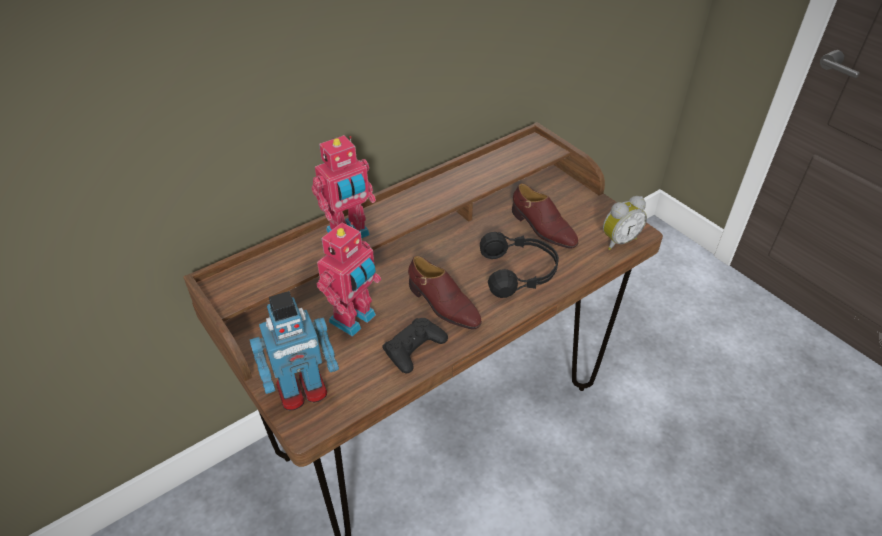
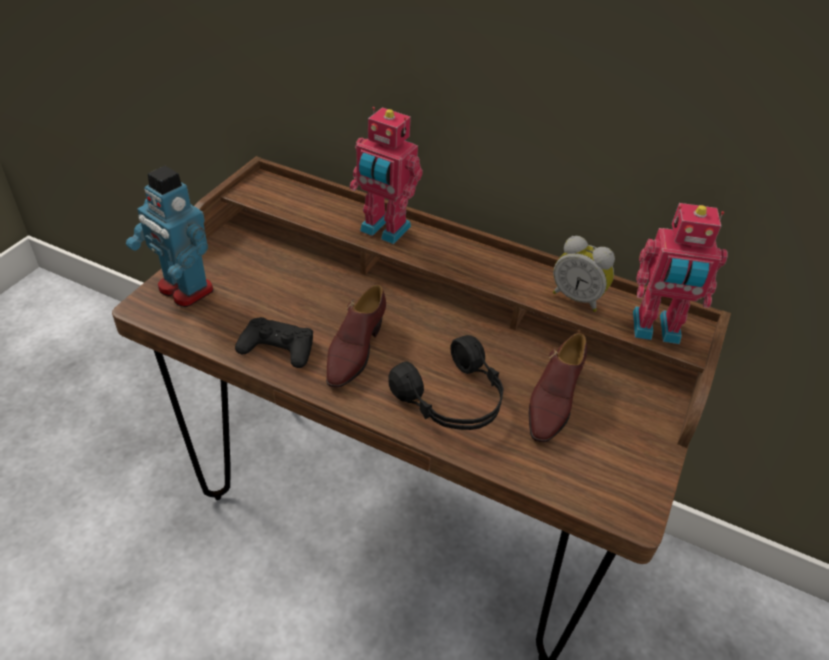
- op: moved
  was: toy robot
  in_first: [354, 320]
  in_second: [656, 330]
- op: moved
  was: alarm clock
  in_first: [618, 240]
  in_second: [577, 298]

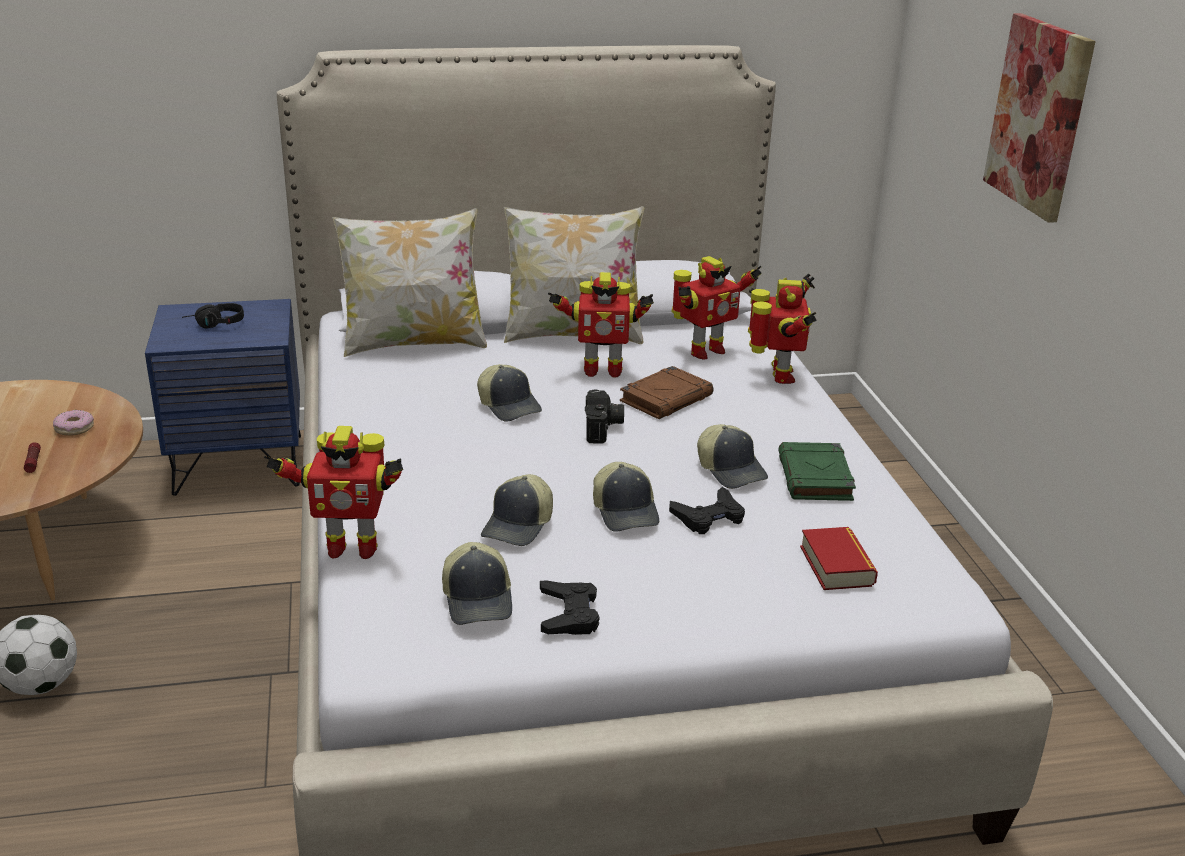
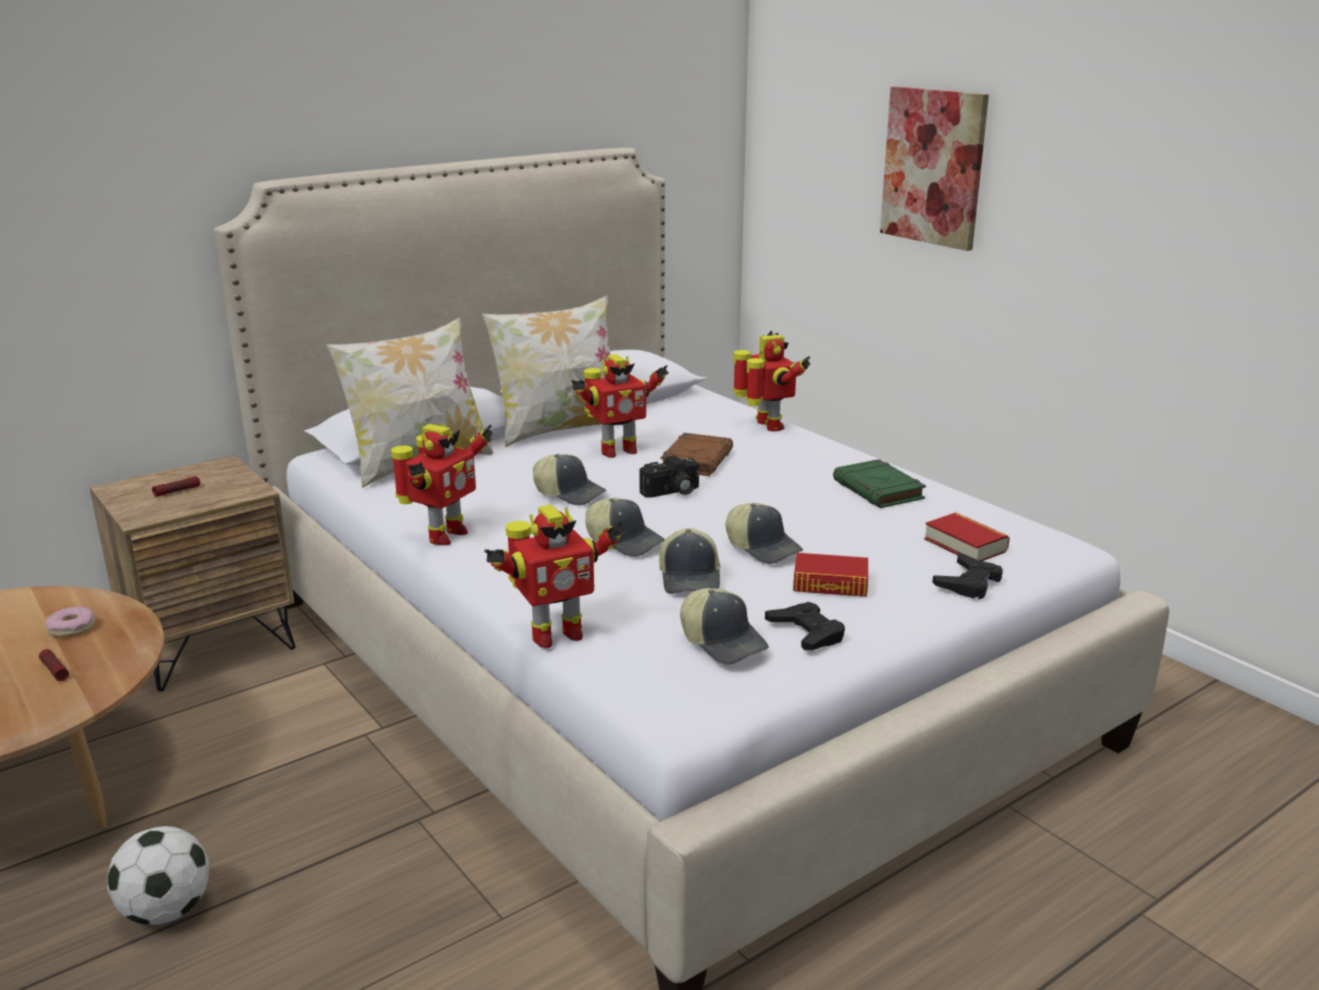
- op: recoloured
  was: blue nightstand
  now: brown nightstand
  in_first: [239, 464]
  in_second: [210, 645]
- op: replaced
  was: black headphones
  now: flashlight
  in_first: [214, 324]
  in_second: [177, 491]
- op: turned
  was: photo camera
  in_first: [603, 428]
  in_second: [672, 492]
  clockwise: 90
- op: moved
  was: black game controller
  in_first: [709, 517]
  in_second: [968, 583]
- op: moved
  was: toy robot
  in_first: [704, 351]
  in_second: [443, 536]
- op: moved
  was: cap
  in_first: [731, 470]
  in_second: [625, 541]
- op: added
  now: book
  in_second: [830, 583]

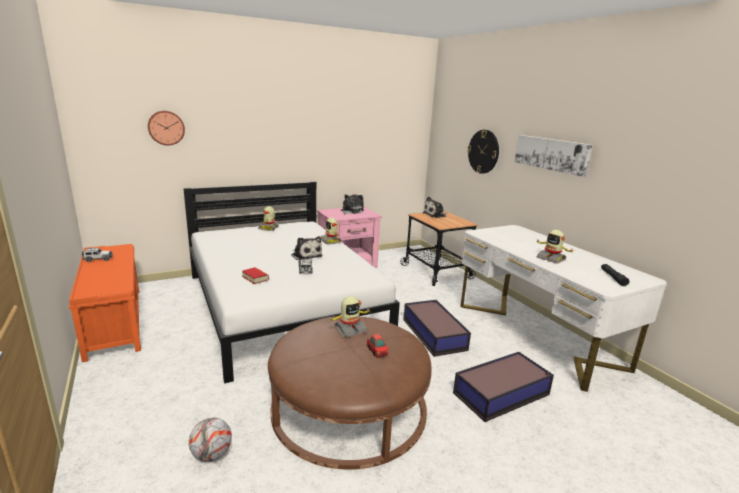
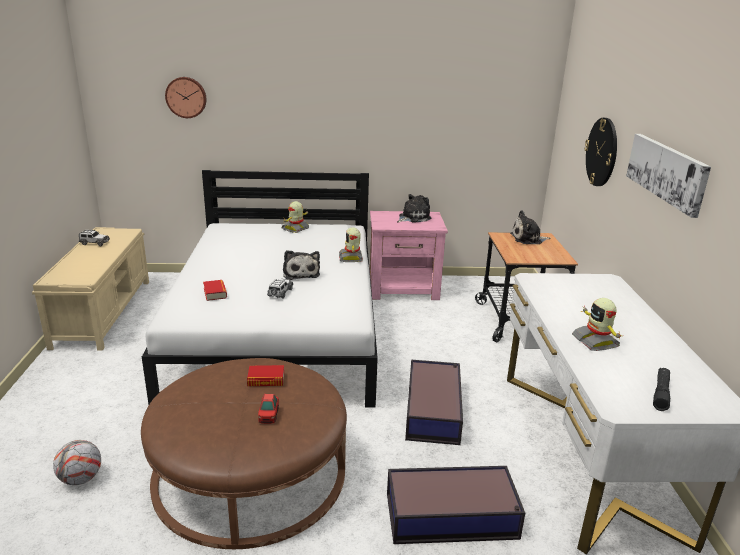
- op: recoloured
  was: orange bench
  now: beige bench
  in_first: [114, 321]
  in_second: [103, 312]
- op: replaced
  was: toy robot
  now: book
  in_first: [349, 329]
  in_second: [266, 380]

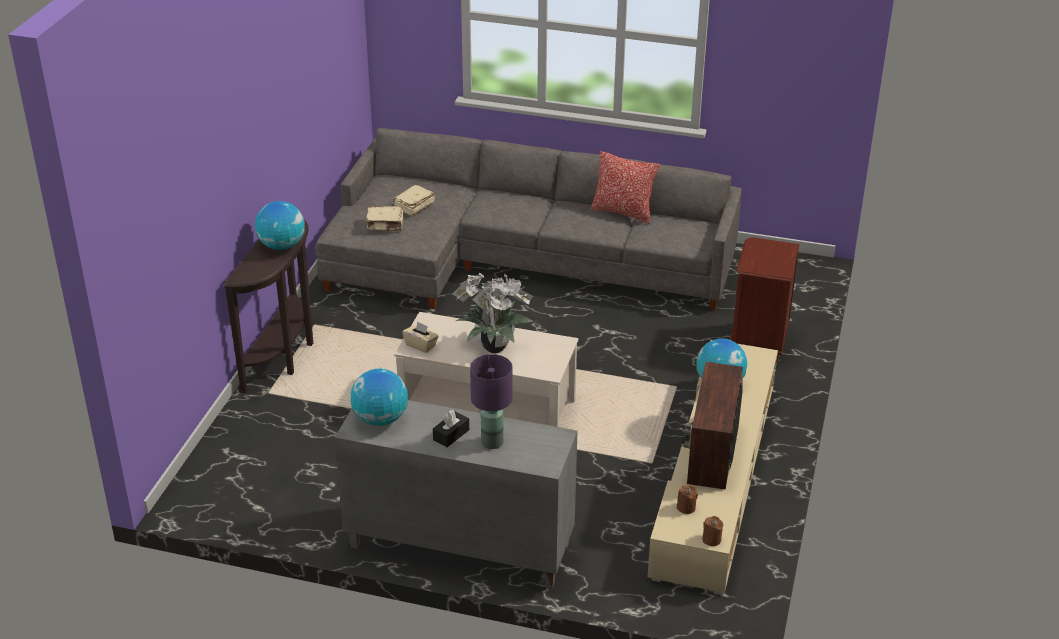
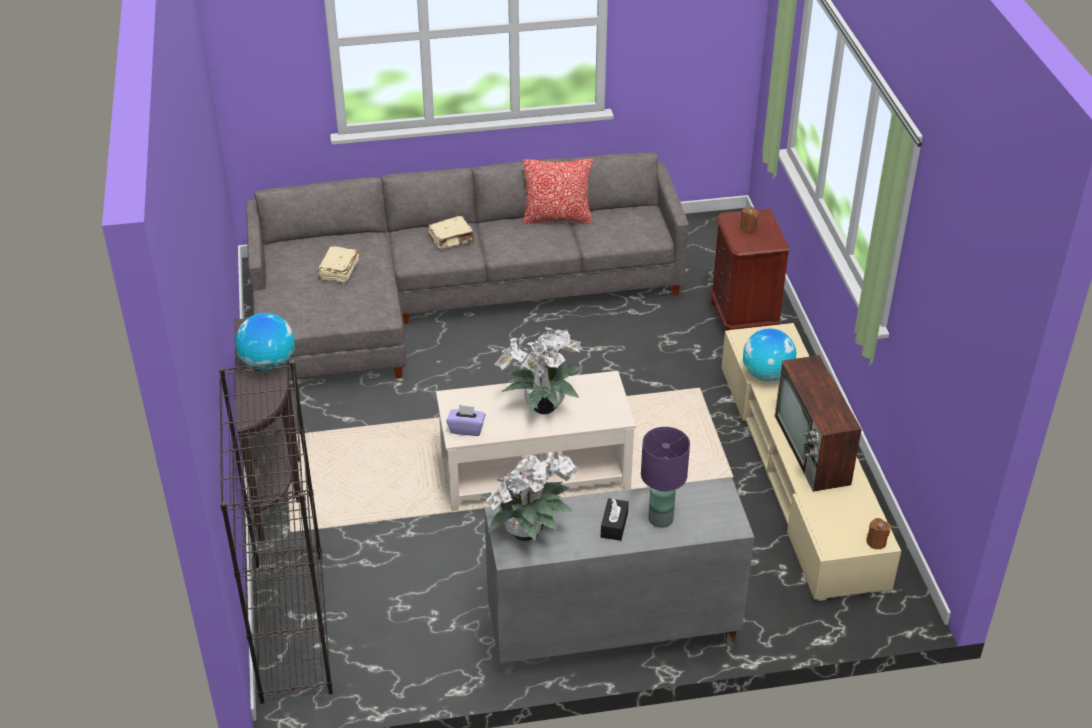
- op: replaced
  was: globe
  now: potted plant
  in_first: [380, 419]
  in_second: [528, 532]
- op: moved
  was: beige book
  in_first: [385, 225]
  in_second: [452, 239]
- op: recoloured
  was: beige tissue box
  now: purple tissue box
  in_first: [421, 345]
  in_second: [466, 429]
- op: moved
  was: brown candle
  in_first: [686, 507]
  in_second: [748, 228]
- op: added
  now: black bookcase
  in_second: [291, 626]

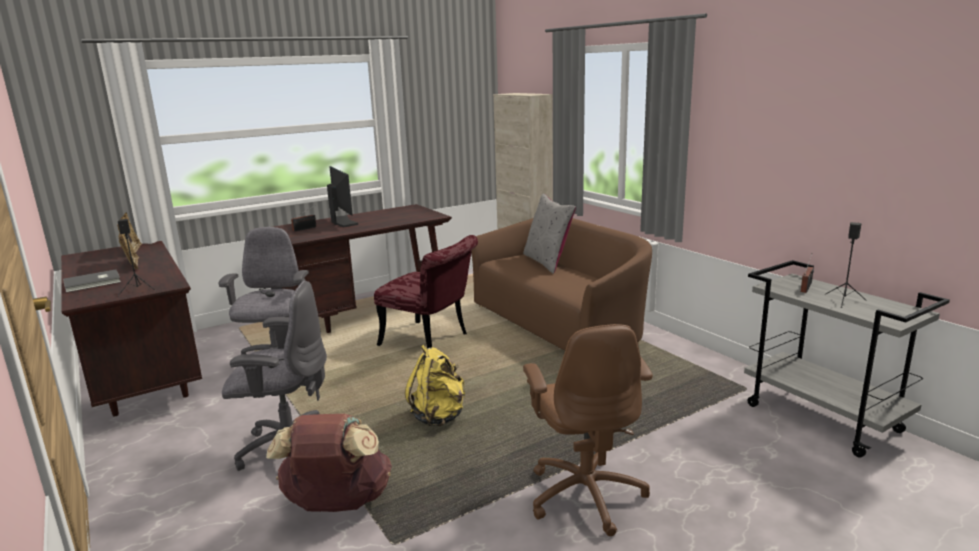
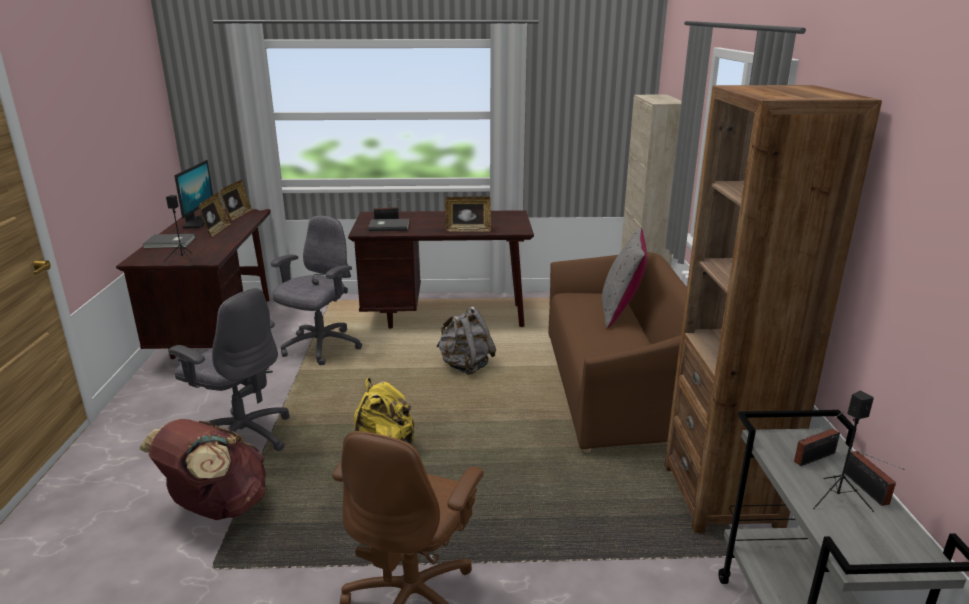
- op: moved
  was: monitor
  in_first: [342, 222]
  in_second: [199, 221]
- op: replaced
  was: red chair
  now: grey backpack
  in_first: [431, 341]
  in_second: [465, 366]
- op: added
  now: grey book
  in_second: [388, 226]
- op: added
  now: picture frame
  in_second: [468, 230]
- op: added
  now: brown bookcase
  in_second: [721, 497]
- op: added
  now: radio
  in_second: [867, 490]

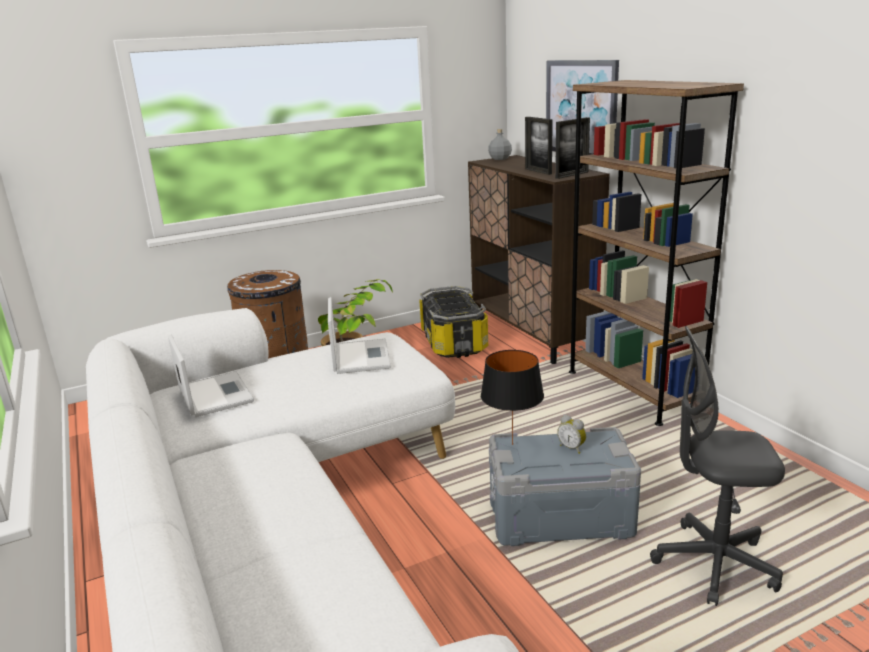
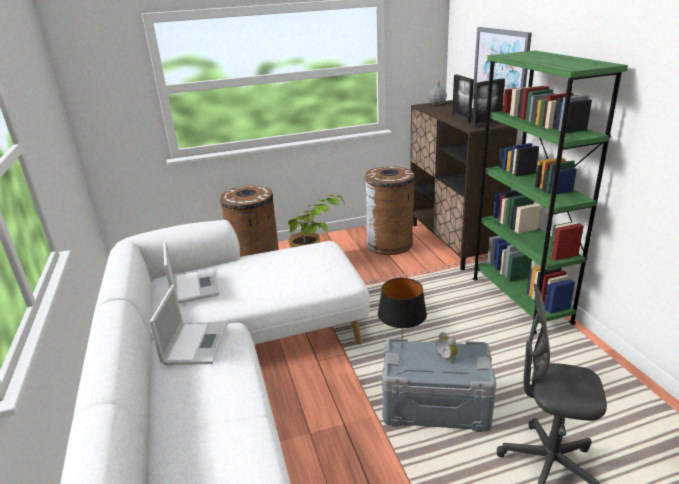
- op: moved
  was: laptop
  in_first: [360, 356]
  in_second: [196, 342]
- op: replaced
  was: storage box
  now: brown trash can
  in_first: [453, 342]
  in_second: [389, 244]
- op: recoloured
  was: brown bookcase
  now: green bookcase
  in_first: [633, 390]
  in_second: [520, 299]

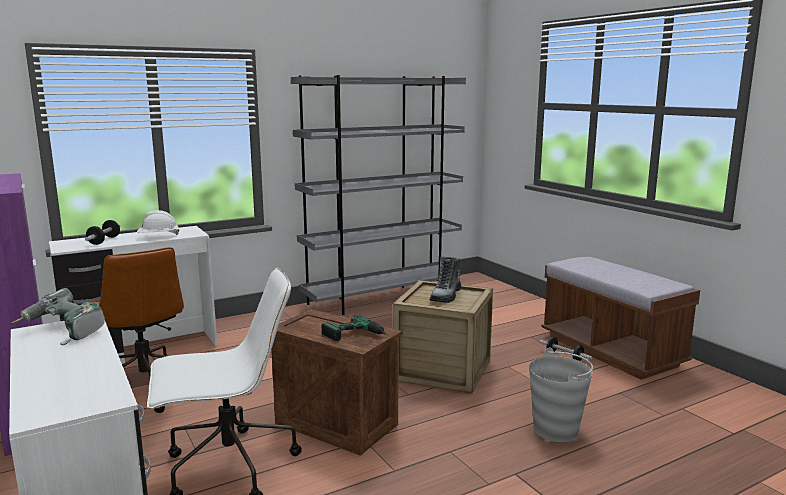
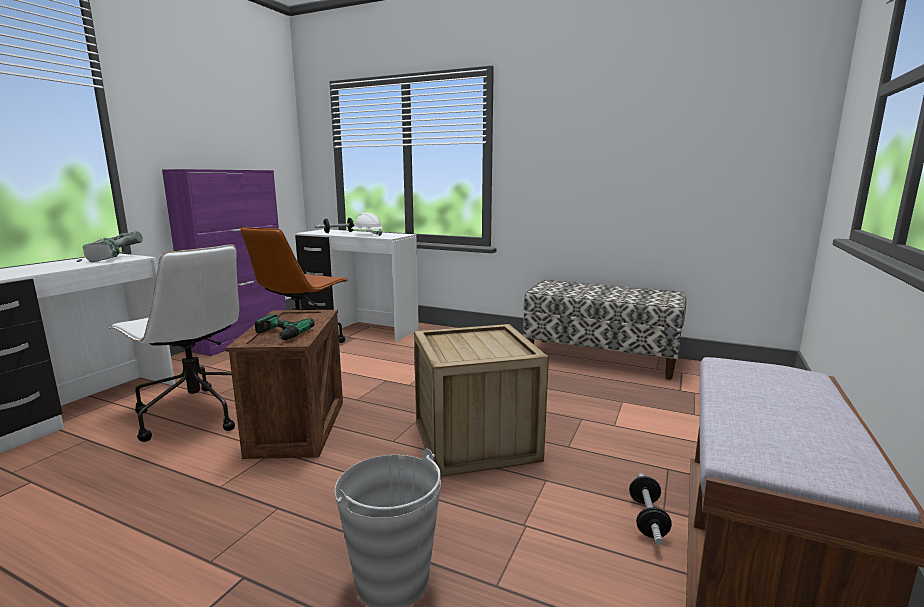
- op: replaced
  was: grey bookcase
  now: bench
  in_first: [382, 298]
  in_second: [600, 357]
- op: removed
  was: boot
  in_first: [446, 296]

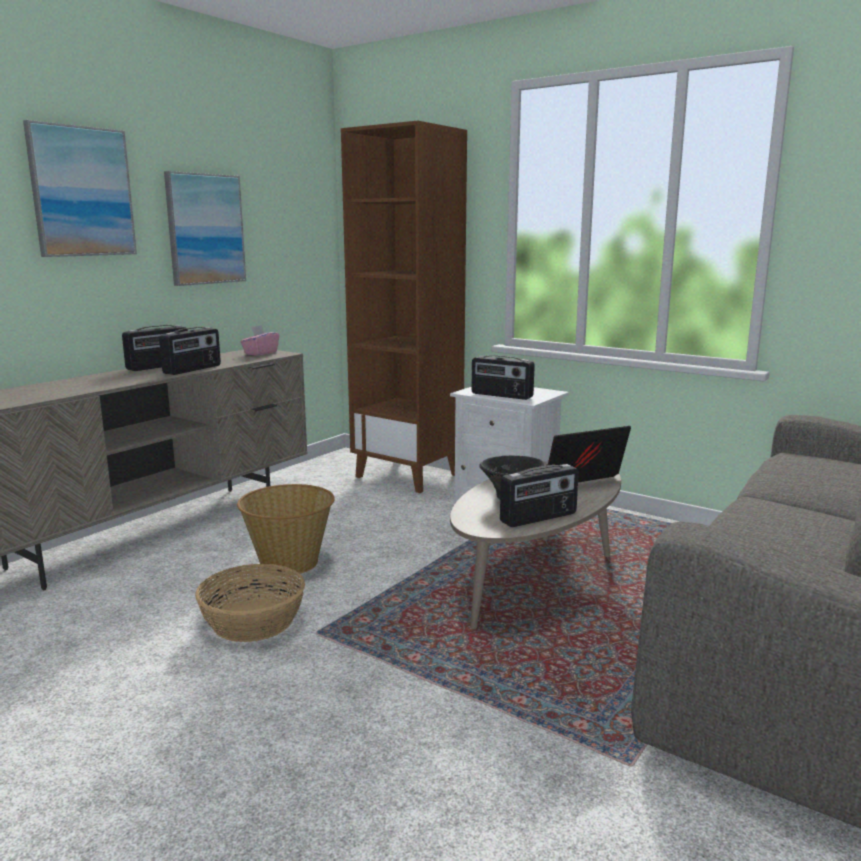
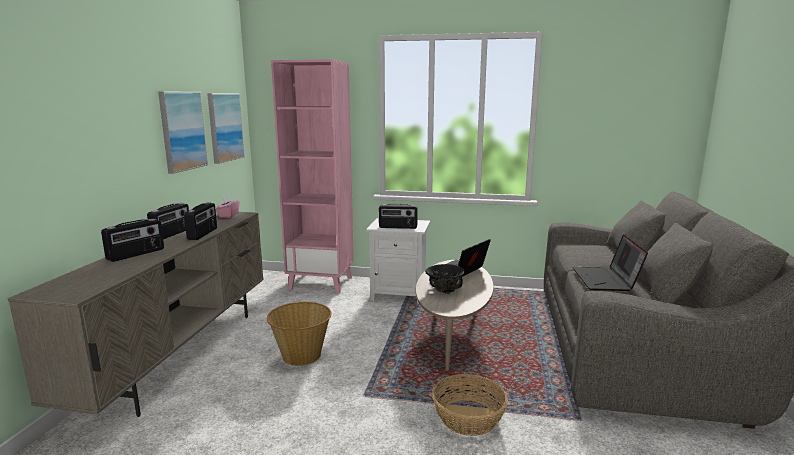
- op: moved
  was: picture
  in_first: [81, 192]
  in_second: [225, 127]
- op: moved
  was: basket
  in_first: [253, 621]
  in_second: [469, 417]
- op: recoloured
  was: brown bookcase
  now: pink bookcase
  in_first: [408, 476]
  in_second: [321, 283]
- op: moved
  was: radio
  in_first: [539, 518]
  in_second: [136, 254]
- op: added
  now: laptop
  in_second: [606, 280]

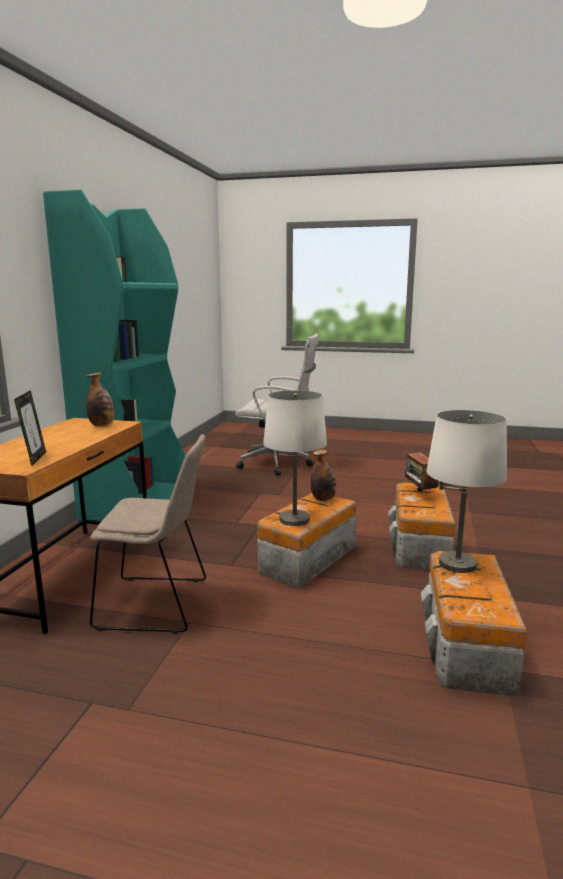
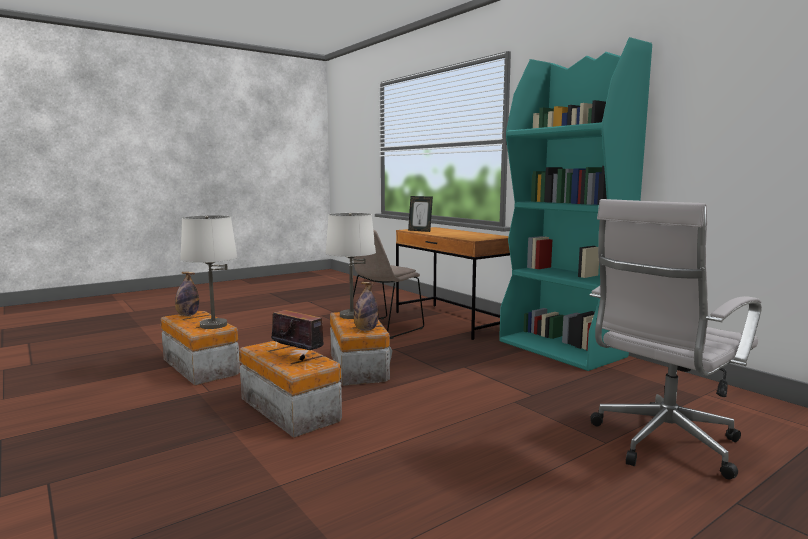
- op: moved
  was: bottle
  in_first: [102, 425]
  in_second: [187, 315]

